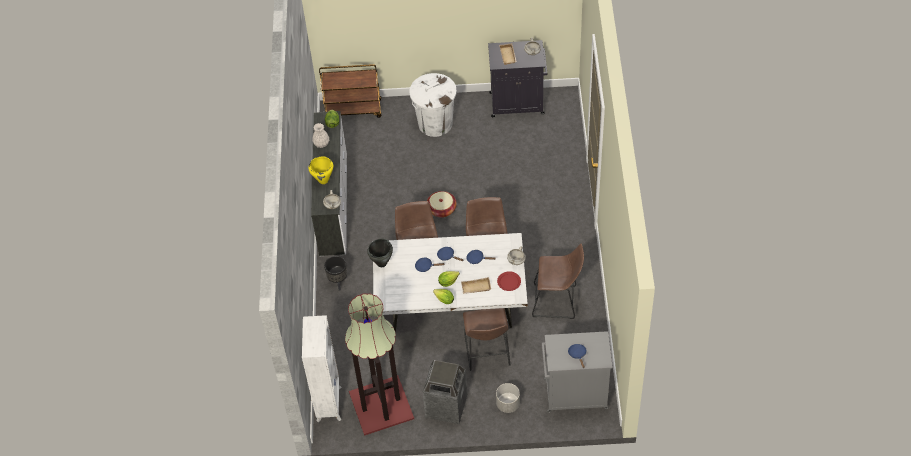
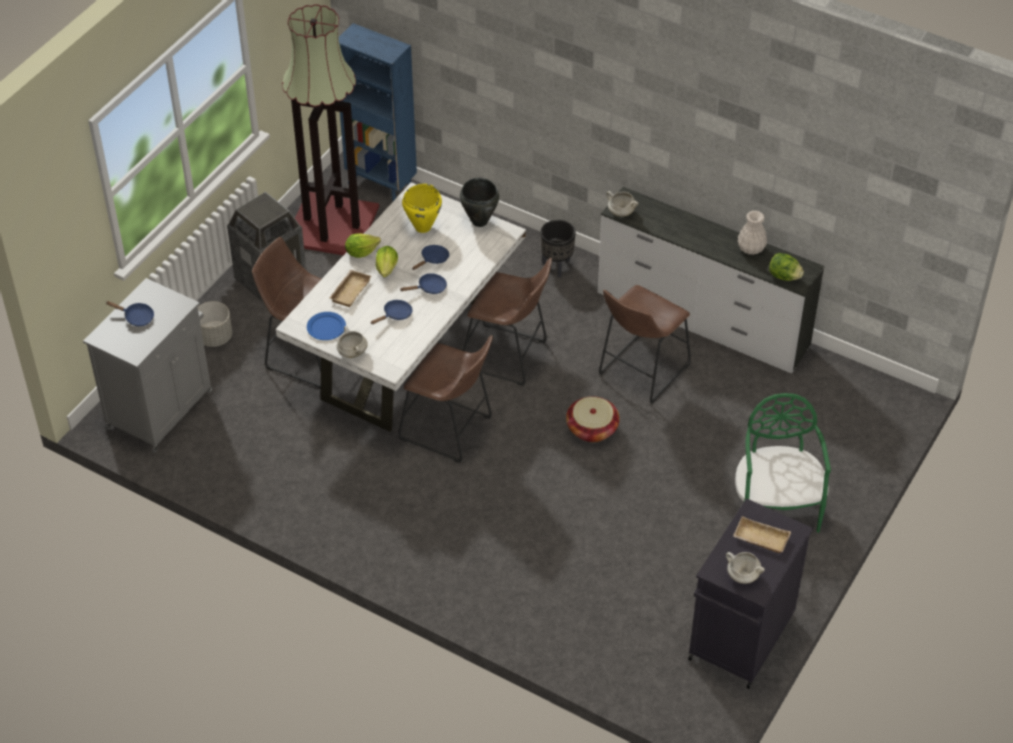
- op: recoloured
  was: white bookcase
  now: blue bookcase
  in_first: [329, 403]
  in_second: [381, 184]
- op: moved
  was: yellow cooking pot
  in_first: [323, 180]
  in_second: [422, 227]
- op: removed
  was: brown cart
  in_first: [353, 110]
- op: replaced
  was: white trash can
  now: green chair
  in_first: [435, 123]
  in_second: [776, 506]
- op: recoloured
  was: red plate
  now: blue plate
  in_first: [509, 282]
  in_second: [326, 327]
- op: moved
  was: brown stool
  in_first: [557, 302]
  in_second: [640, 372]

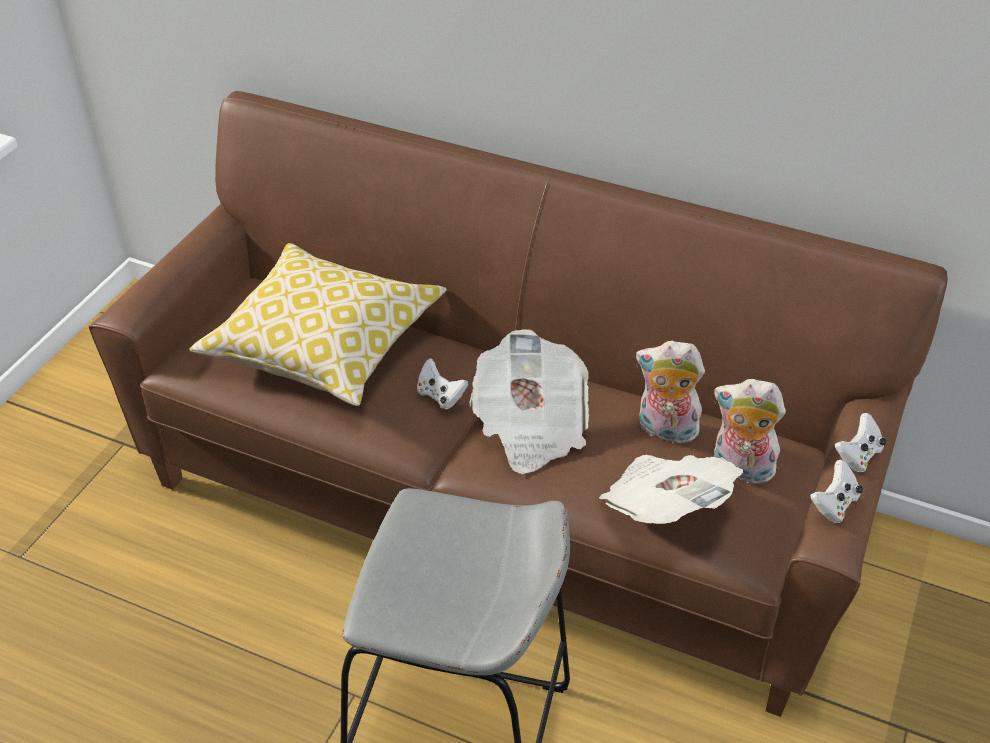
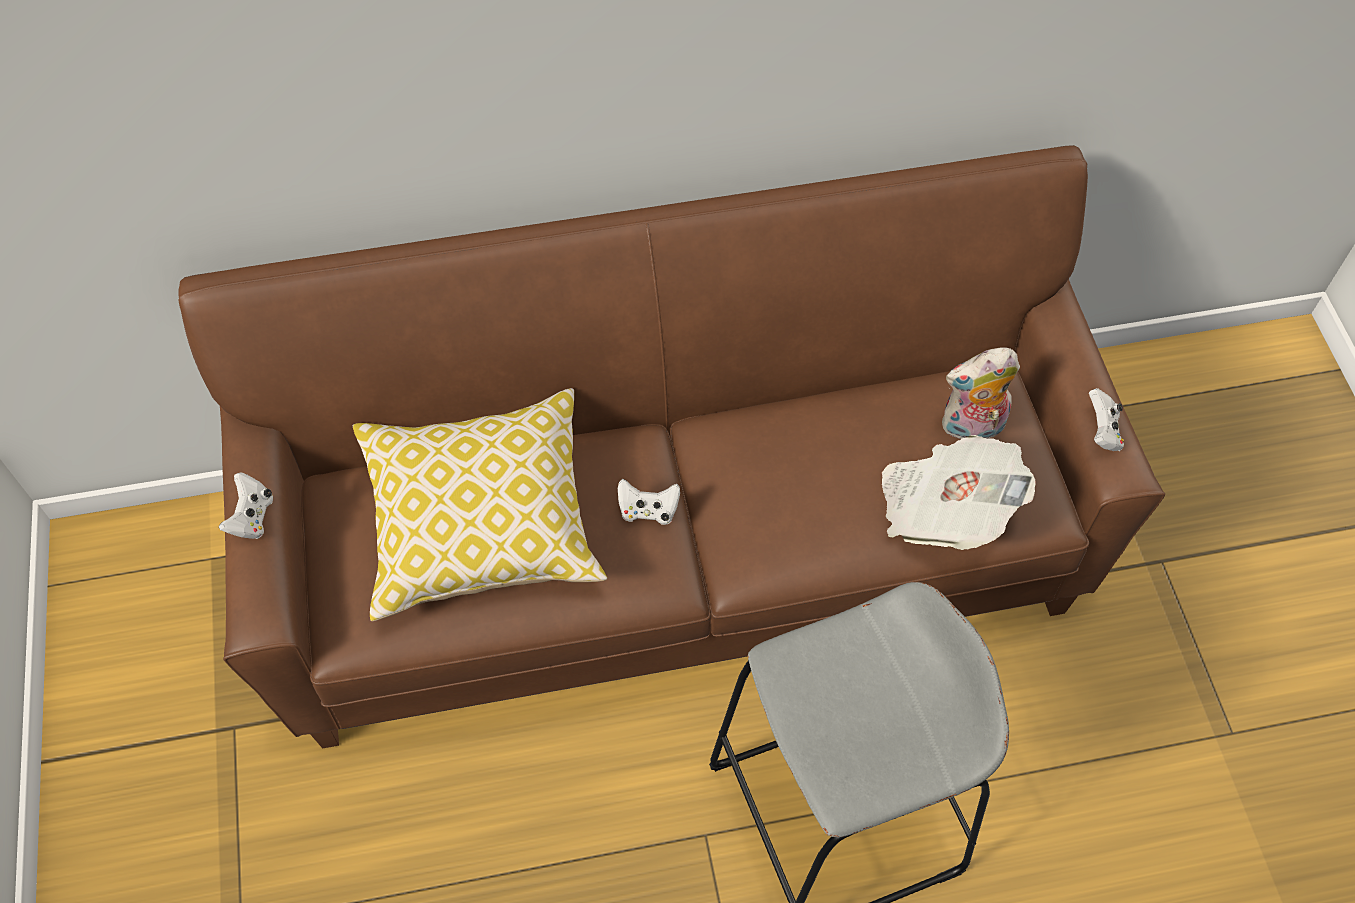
- op: removed
  was: newspaper
  in_first: [530, 426]
- op: removed
  was: plush toy
  in_first: [665, 430]
- op: moved
  was: white game controller
  in_first: [857, 456]
  in_second: [252, 517]

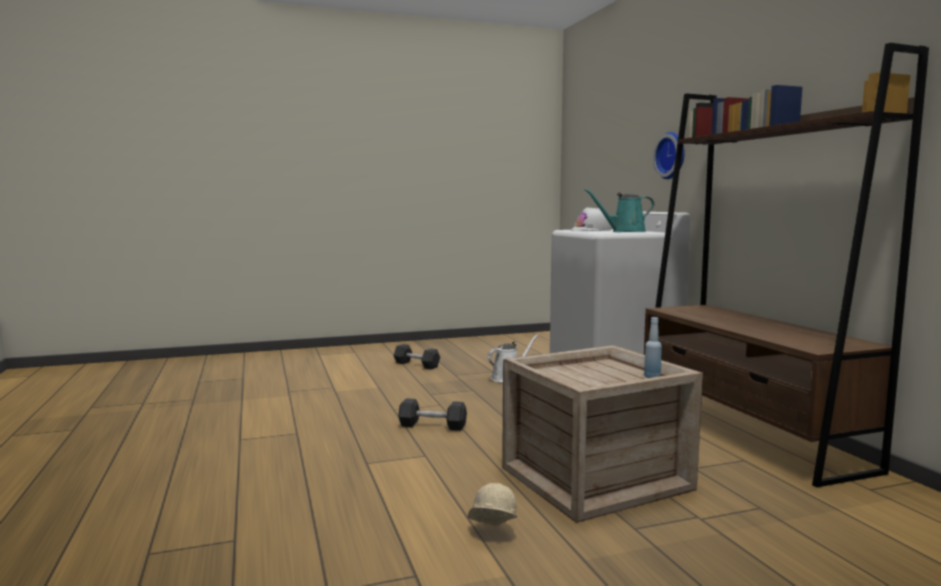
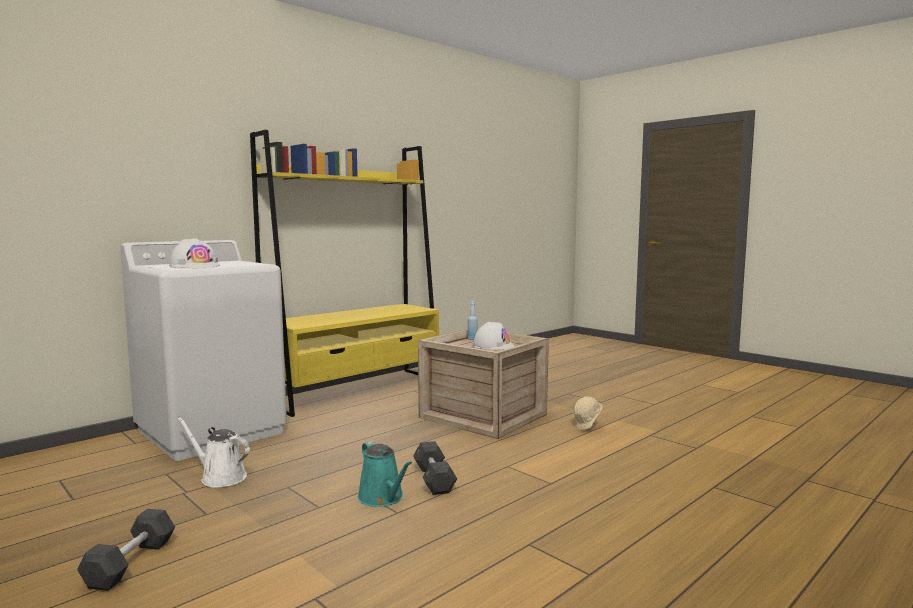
- op: moved
  was: turquoise watering can
  in_first: [625, 231]
  in_second: [383, 498]
- op: recoloured
  was: brown bookcase
  now: yellow bookcase
  in_first: [746, 431]
  in_second: [357, 390]
- op: removed
  was: wall clock
  in_first: [672, 155]
- op: added
  now: white hard hat
  in_second: [493, 346]

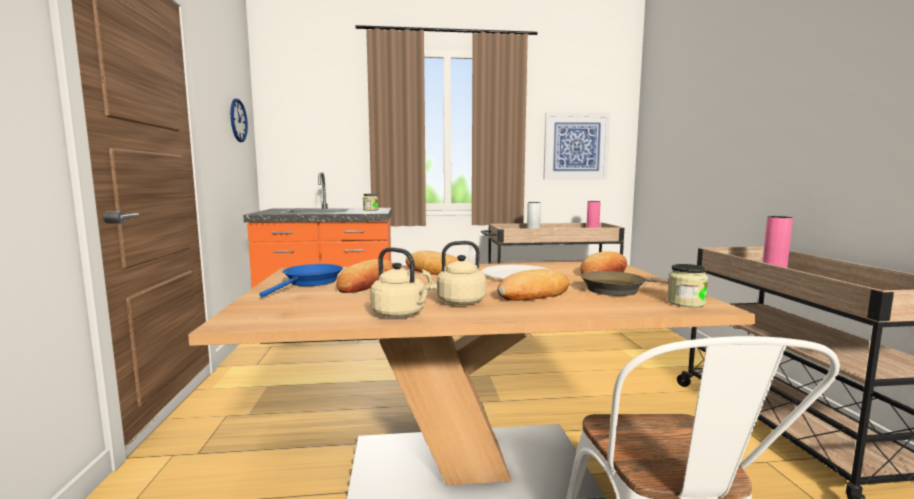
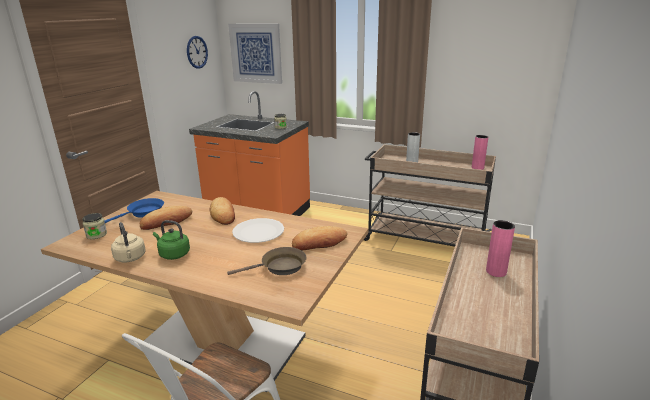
- op: recoloured
  was: beige kettle
  now: green kettle
  in_first: [458, 302]
  in_second: [173, 254]
- op: removed
  was: bread
  in_first: [534, 293]
- op: moved
  was: picture
  in_first: [576, 146]
  in_second: [256, 53]
- op: turned
  was: brown frying pan
  in_first: [617, 290]
  in_second: [280, 267]
  clockwise: 150
- op: moved
  was: jar
  in_first: [686, 303]
  in_second: [96, 235]

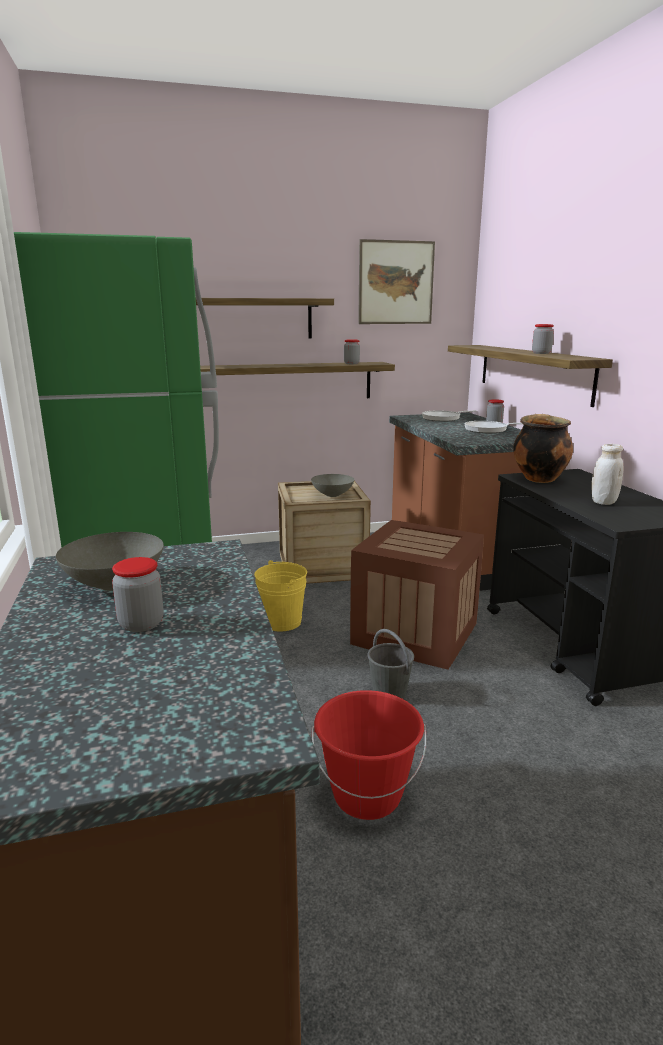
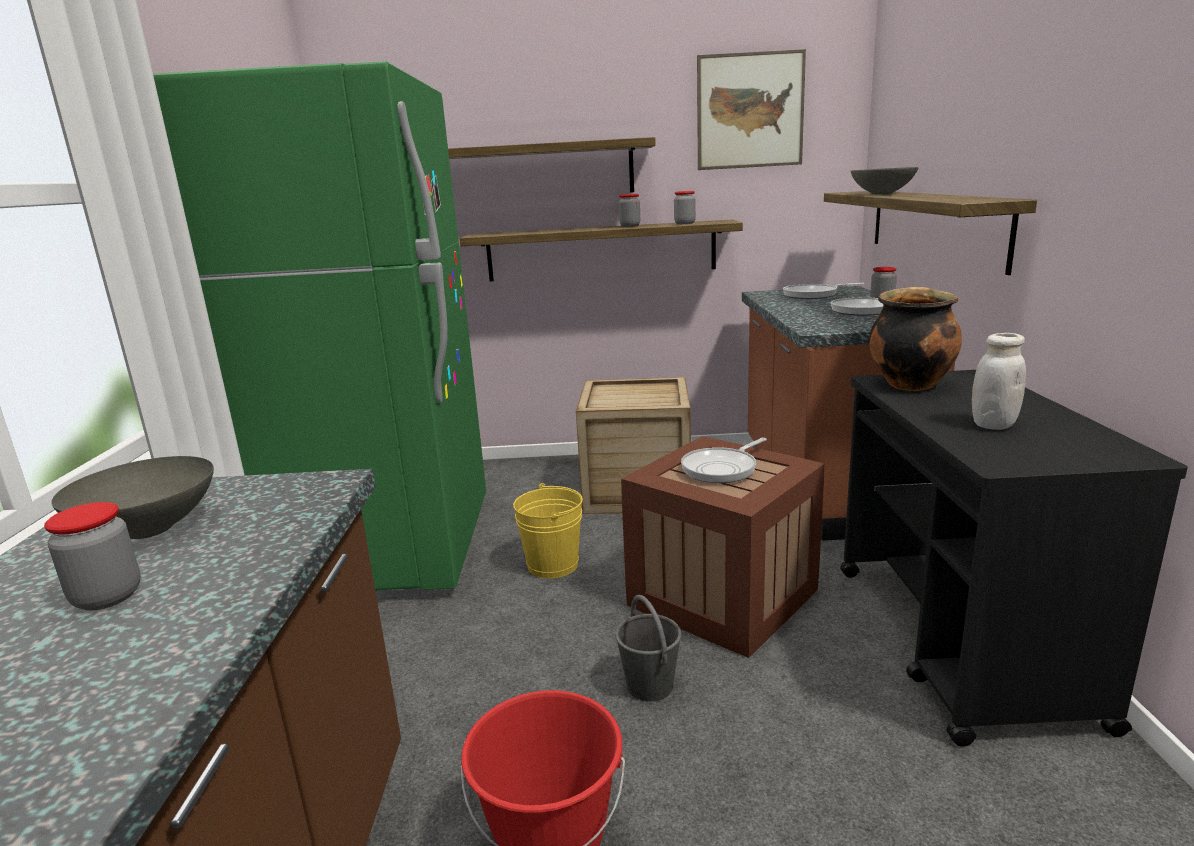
- op: moved
  was: grey bowl
  in_first: [333, 495]
  in_second: [882, 194]
- op: moved
  was: jar
  in_first: [541, 353]
  in_second: [630, 226]
- op: added
  now: frying pan
  in_second: [722, 468]

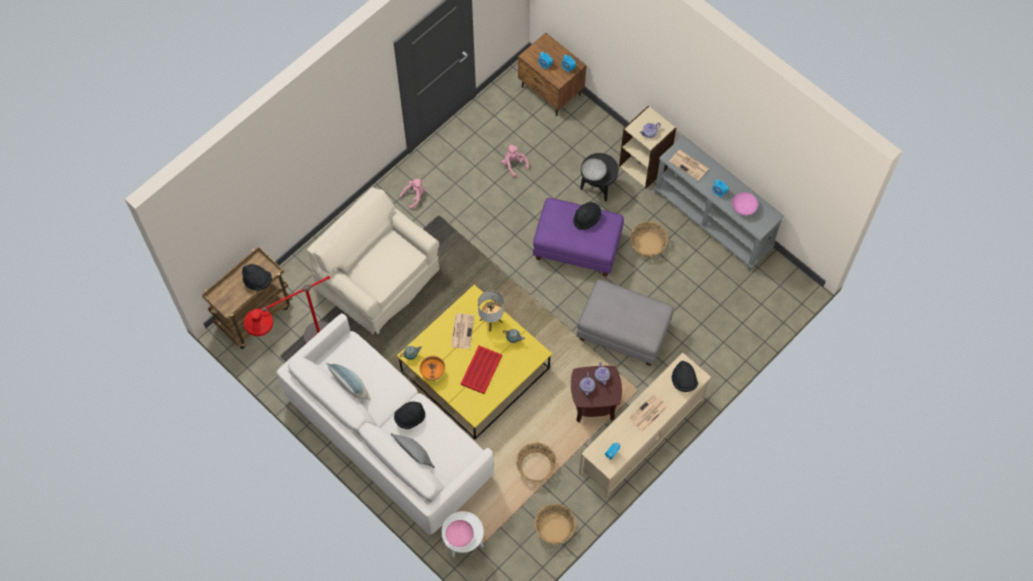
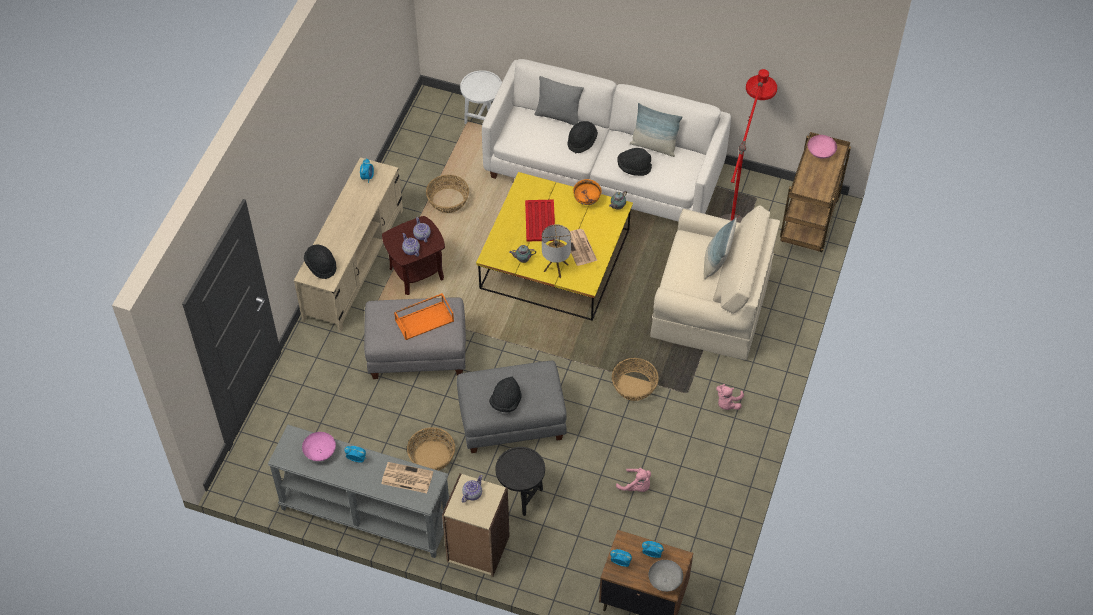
- op: moved
  was: black hat
  in_first: [257, 281]
  in_second: [634, 167]
- op: moved
  was: pink bowl
  in_first: [460, 536]
  in_second: [820, 152]
- op: recoloured
  was: purple ottoman
  now: grey ottoman
  in_first: [576, 247]
  in_second: [512, 420]
- op: moved
  was: basket
  in_first: [554, 528]
  in_second: [634, 386]
- op: moved
  was: grey bowl
  in_first: [593, 174]
  in_second: [664, 580]
- op: removed
  was: newspaper
  in_first: [647, 413]
- op: added
  now: orange tray
  in_second: [424, 320]
- op: added
  now: pillow
  in_second: [716, 262]

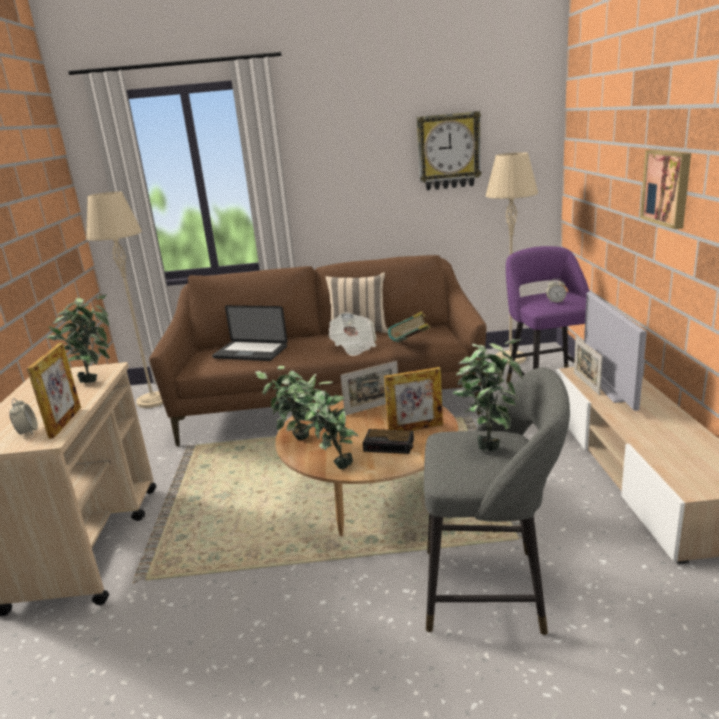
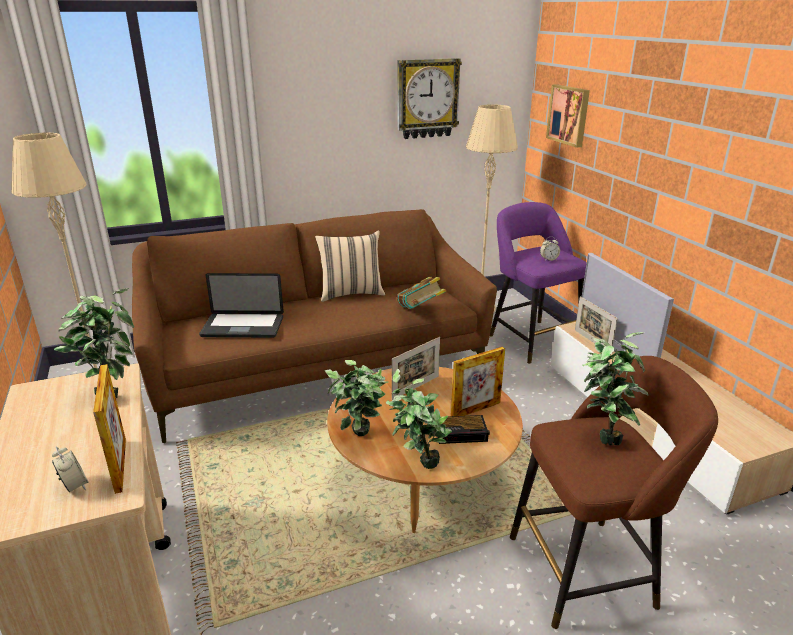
- op: removed
  was: newspaper
  in_first: [353, 346]
- op: recoloured
  was: grey stool
  now: brown stool
  in_first: [491, 589]
  in_second: [588, 569]
- op: moved
  was: picture
  in_first: [667, 187]
  in_second: [569, 115]

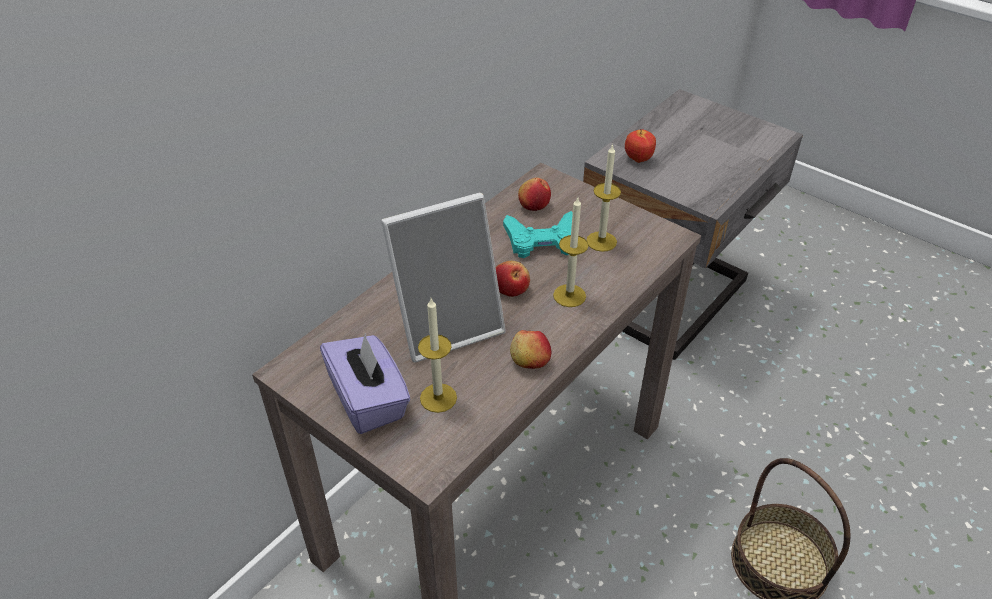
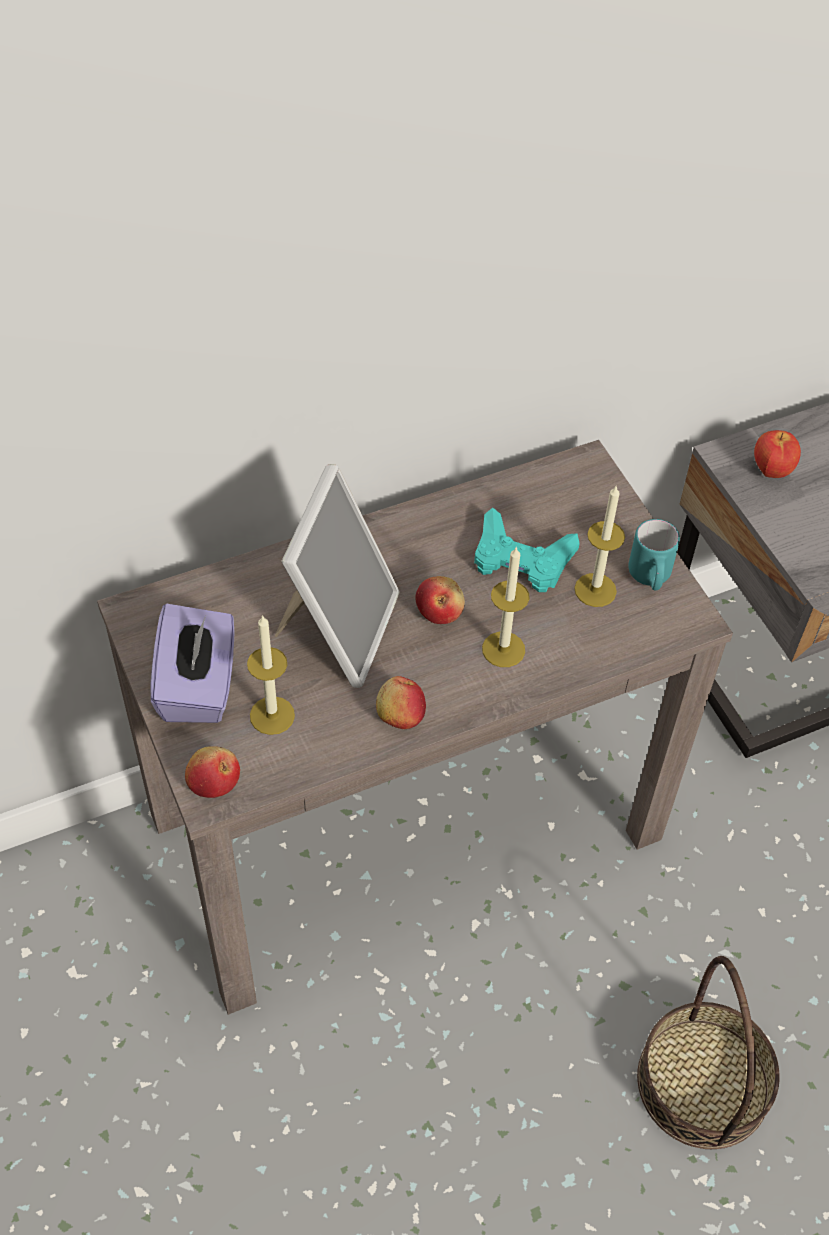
- op: turned
  was: picture frame
  in_first: [447, 325]
  in_second: [337, 628]
  clockwise: -75
- op: moved
  was: apple
  in_first: [533, 205]
  in_second: [214, 782]
- op: added
  now: turquoise mug
  in_second: [650, 577]

